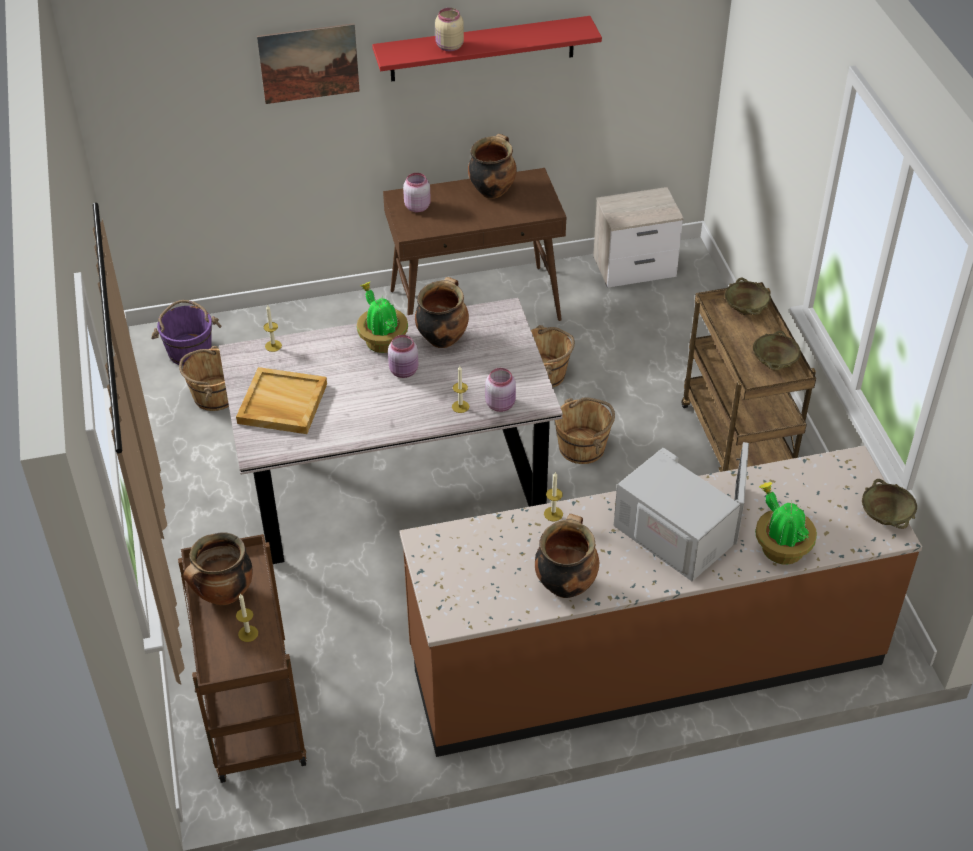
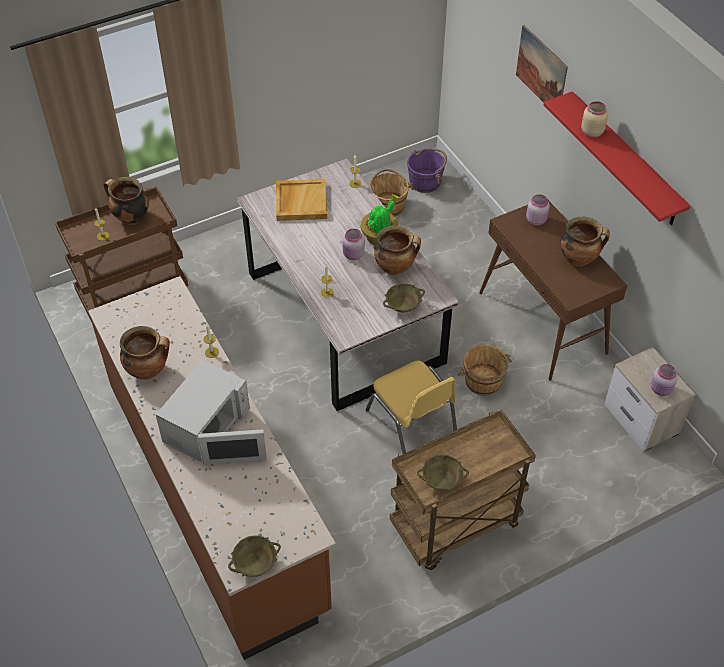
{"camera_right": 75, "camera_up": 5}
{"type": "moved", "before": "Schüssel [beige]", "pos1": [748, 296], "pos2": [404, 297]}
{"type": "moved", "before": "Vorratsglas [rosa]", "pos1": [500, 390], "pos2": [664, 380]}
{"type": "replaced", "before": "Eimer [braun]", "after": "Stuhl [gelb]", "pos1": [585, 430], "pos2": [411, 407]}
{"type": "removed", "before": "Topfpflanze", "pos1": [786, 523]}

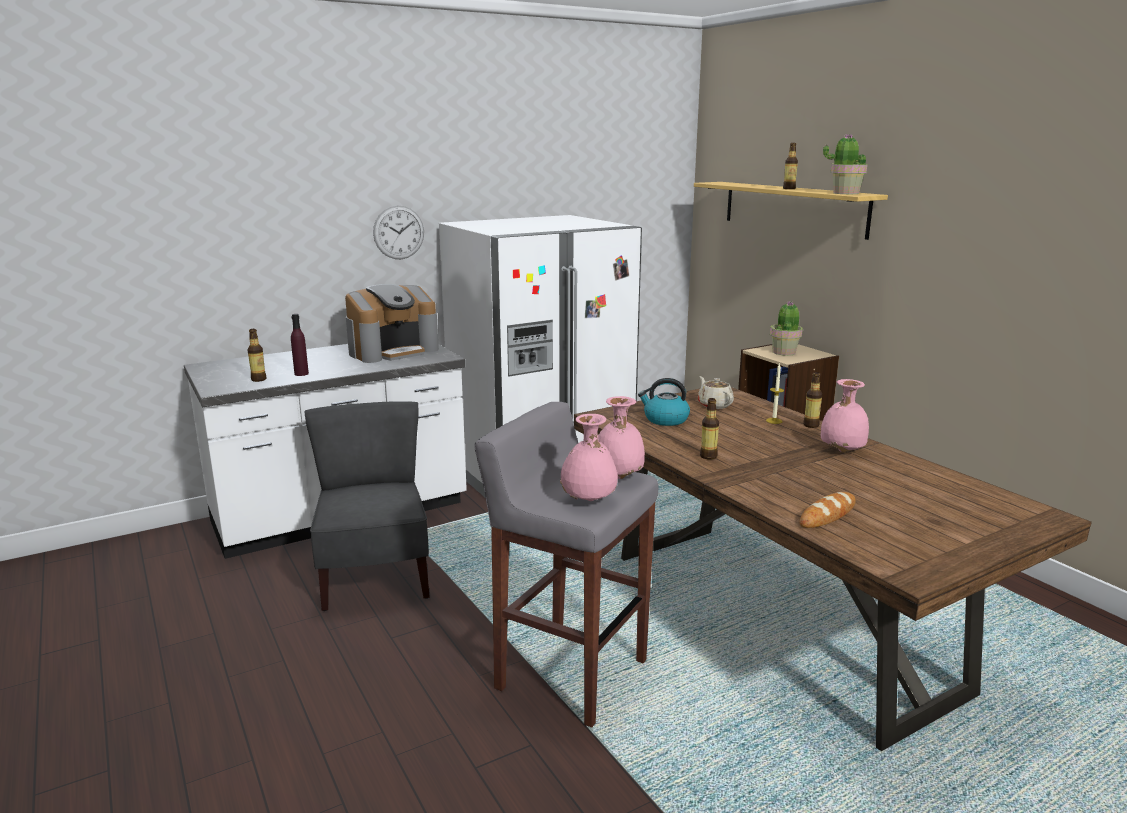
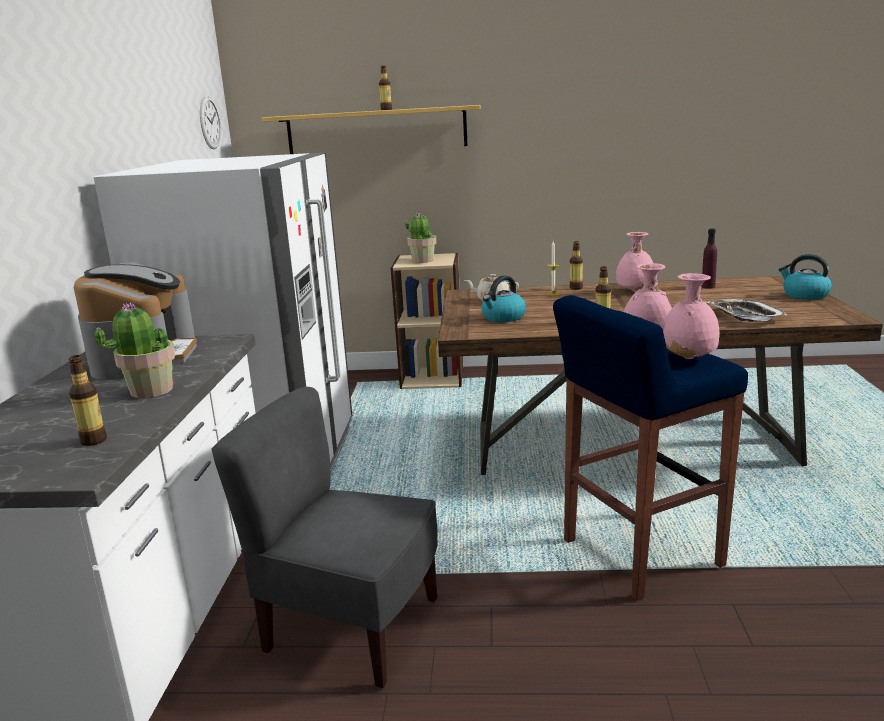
{"camera_right": -55, "camera_up": 0}
{"type": "moved", "before": "Topfpflanze", "pos1": [845, 164], "pos2": [134, 350]}
{"type": "moved", "before": "Wanduhr", "pos1": [398, 232], "pos2": [210, 122]}
{"type": "moved", "before": "Flasche [lila]", "pos1": [300, 345], "pos2": [709, 258]}
{"type": "recoloured", "before": "Hocker [grau]", "after": "Hocker [blau]", "pos1": [566, 565], "pos2": [650, 447]}
{"type": "replaced", "before": "Brot", "after": "Tablett", "pos1": [828, 510], "pos2": [747, 310]}
{"type": "added", "after": "Wasserkessel", "pos2": [805, 277]}

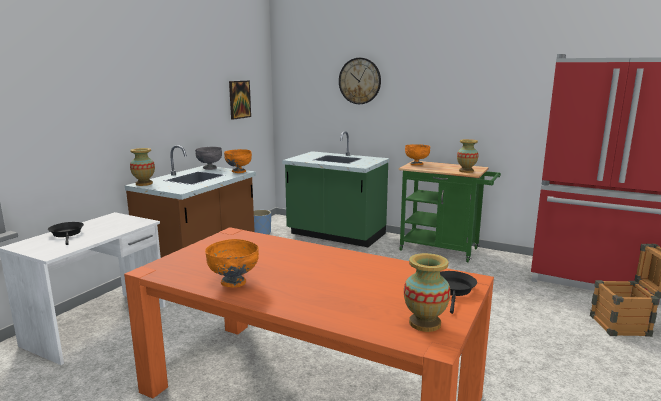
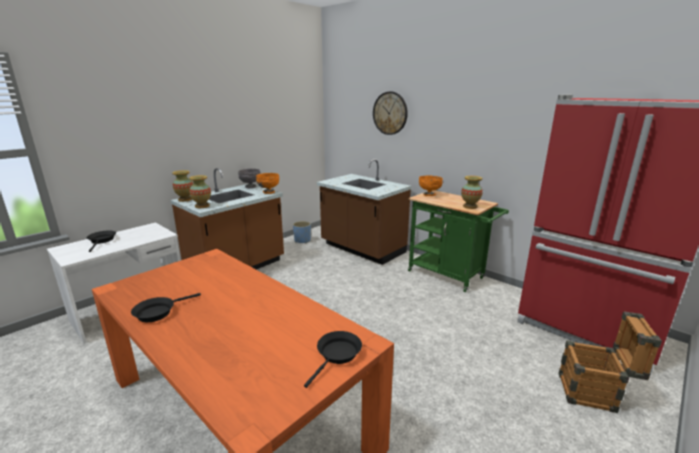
{"camera_right": 15, "camera_up": 5}
{"type": "removed", "before": "Bild", "pos1": [240, 100]}
{"type": "recoloured", "before": "Küchenzeile [grün]", "after": "Küchenzeile [braun]", "pos1": [335, 189], "pos2": [364, 212]}
{"type": "replaced", "before": "Schüssel [orange]", "after": "Pfanne [schwarz]", "pos1": [232, 263], "pos2": [166, 307]}
{"type": "moved", "before": "Vase", "pos1": [427, 292], "pos2": [200, 191]}

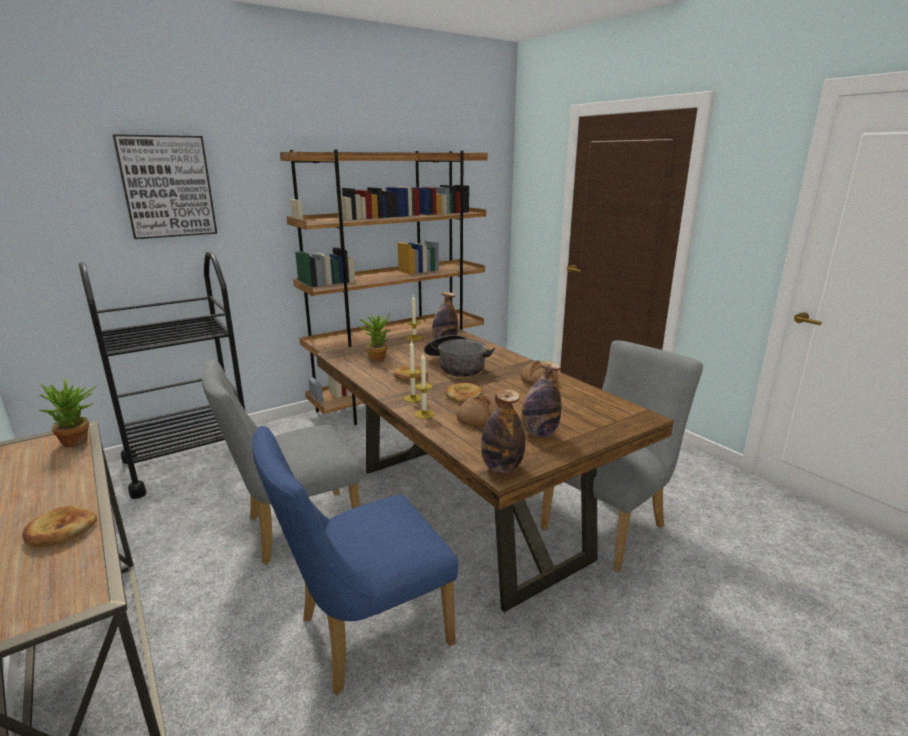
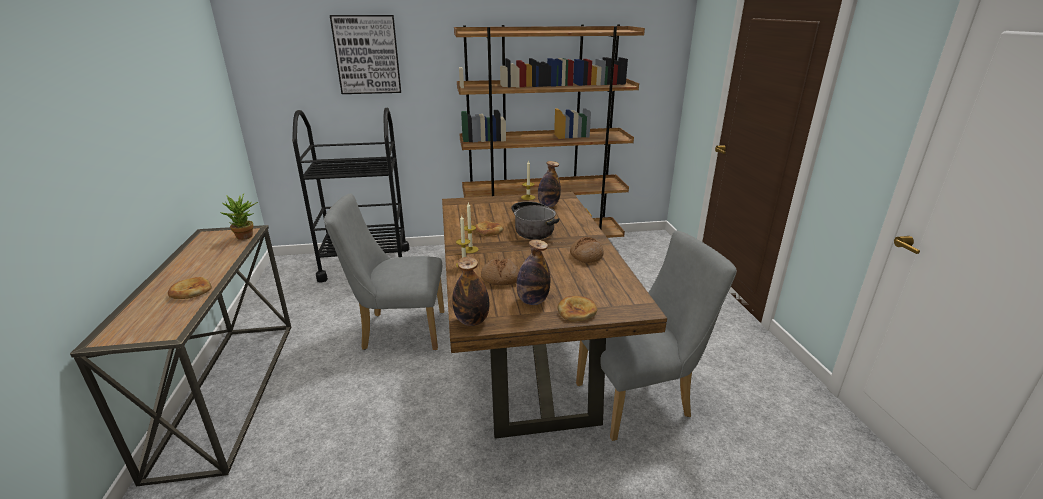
{"camera_right": 25, "camera_up": 5}
{"type": "removed", "before": "Topfpflanze", "pos1": [374, 338]}
{"type": "moved", "before": "Brot", "pos1": [464, 393], "pos2": [577, 309]}
{"type": "removed", "before": "Stuhl [blau]", "pos1": [355, 561]}

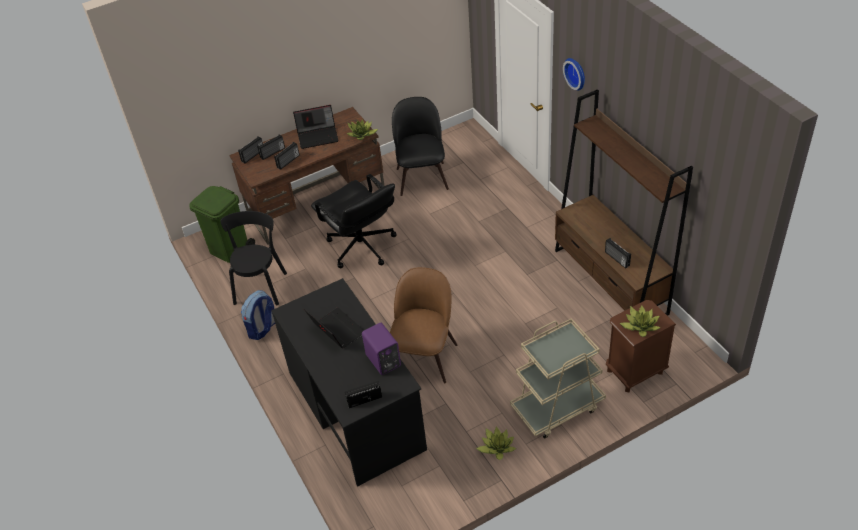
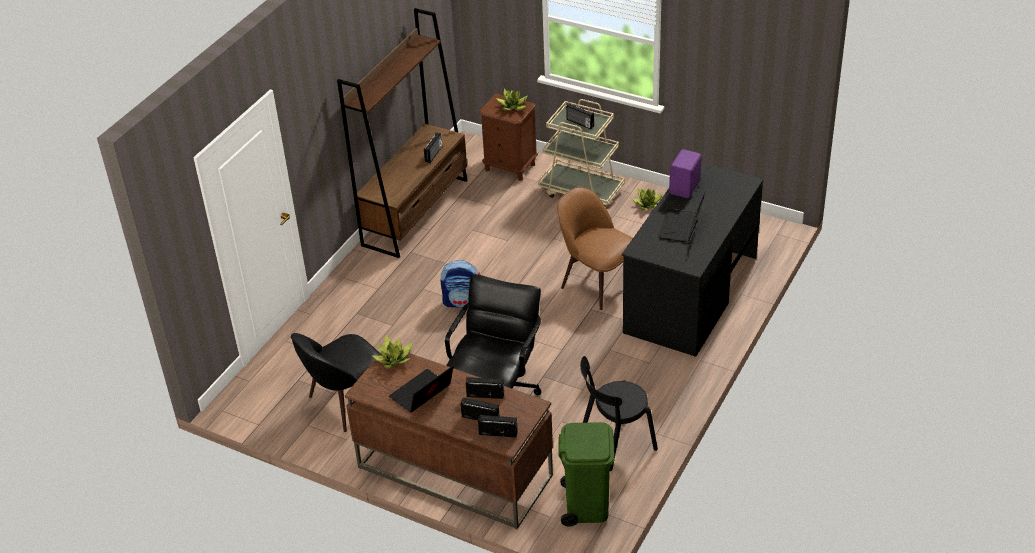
{"camera_right": -125, "camera_up": -5}
{"type": "removed", "before": "Wanduhr", "pos1": [574, 74]}
{"type": "turned", "before": "Laptop", "pos1": [316, 127], "pos2": [421, 389], "turn": -90}
{"type": "turned", "before": "Stuhl [braun]", "pos1": [423, 325], "pos2": [595, 248], "turn": 60}
{"type": "moved", "before": "Rucksack", "pos1": [258, 315], "pos2": [460, 284]}
{"type": "moved", "before": "Radio", "pos1": [363, 394], "pos2": [580, 116]}

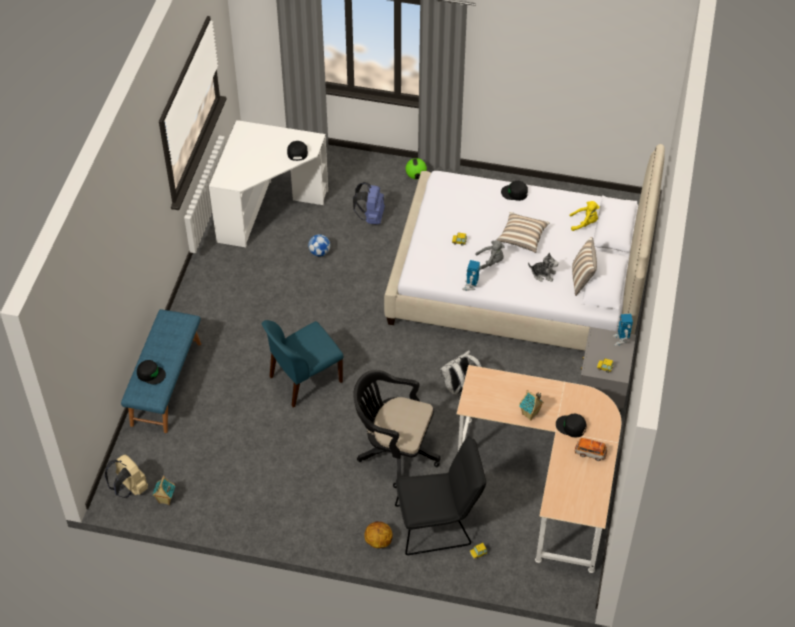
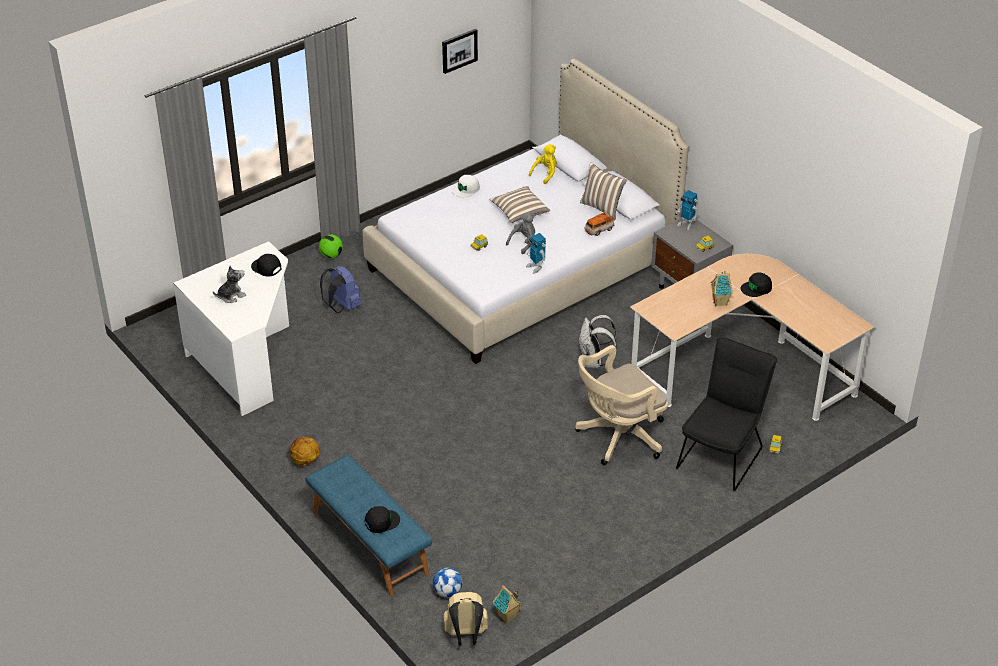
{"camera_right": -50, "camera_up": -10}
{"type": "recoloured", "before": "Kappe [schwarz]", "after": "Kappe [weiß]", "pos1": [514, 191], "pos2": [466, 186]}
{"type": "moved", "before": "Fußball", "pos1": [319, 245], "pos2": [447, 582]}
{"type": "moved", "before": "Plüschtier", "pos1": [543, 267], "pos2": [229, 284]}
{"type": "removed", "before": "Stuhl [blau]", "pos1": [303, 364]}
{"type": "recoloured", "before": "Bürostuhl [schwarz]", "after": "Bürostuhl [beige]", "pos1": [397, 429], "pos2": [621, 405]}
{"type": "moved", "before": "Spielzeugauto", "pos1": [591, 449], "pos2": [599, 224]}
{"type": "moved", "before": "Basketball", "pos1": [378, 534], "pos2": [305, 451]}
{"type": "added", "after": "Bild", "pos2": [460, 51]}

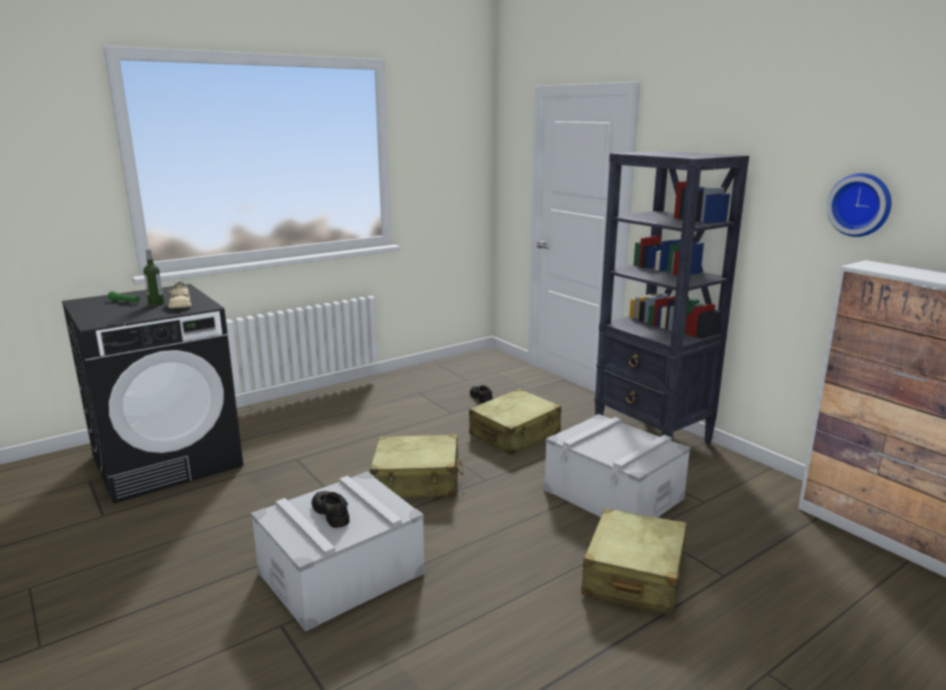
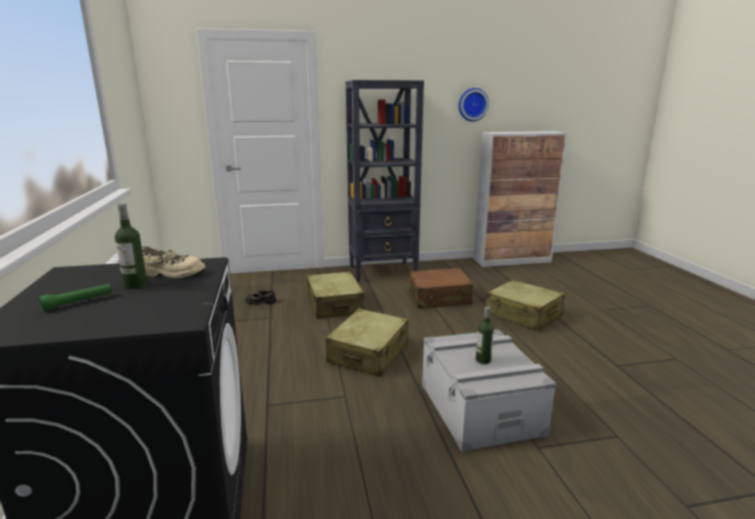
{"camera_right": -65, "camera_up": 0}
{"type": "replaced", "before": "Aufbewahrungsbox [grau]", "after": "Koffer [braun]", "pos1": [617, 465], "pos2": [441, 288]}
{"type": "replaced", "before": "Schuh [schwarz]", "after": "Flasche", "pos1": [330, 509], "pos2": [485, 335]}

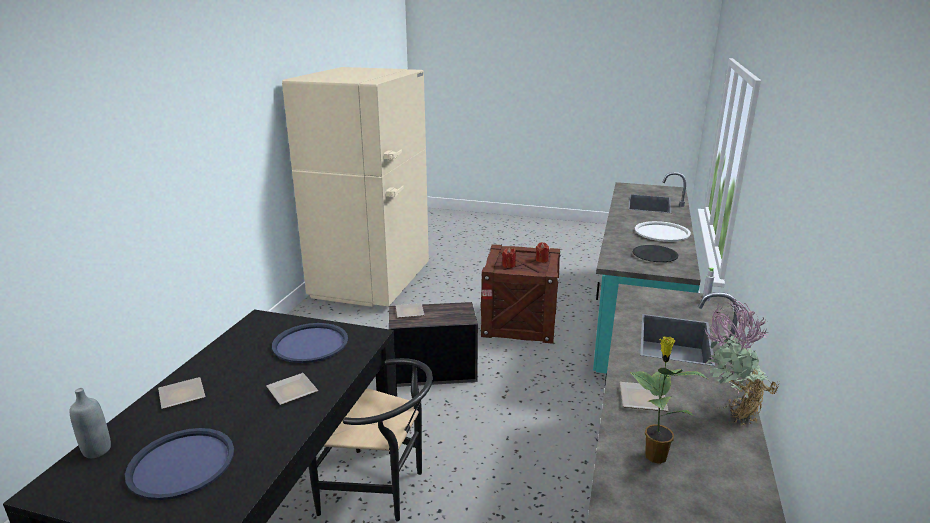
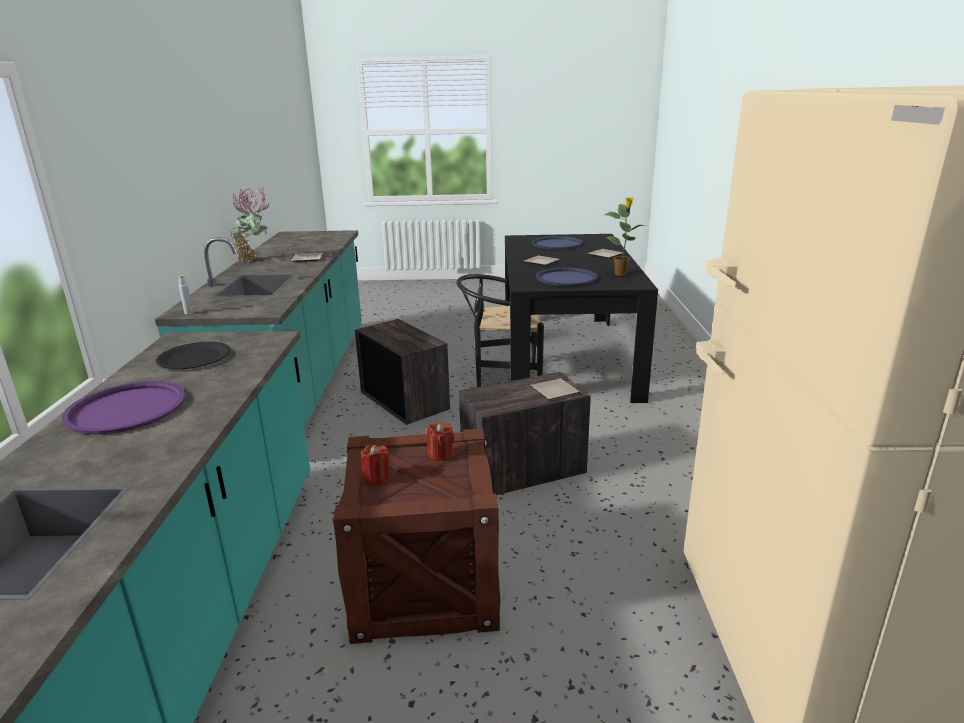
{"camera_right": 165, "camera_up": 0}
{"type": "recoloured", "before": "Tablett [weiß]", "after": "Tablett [lila]", "pos1": [663, 231], "pos2": [123, 408]}
{"type": "moved", "before": "Topfpflanze", "pos1": [669, 400], "pos2": [625, 236]}
{"type": "removed", "before": "Flasche [grau]", "pos1": [90, 423]}
{"type": "added", "after": "Kiste", "pos2": [402, 372]}

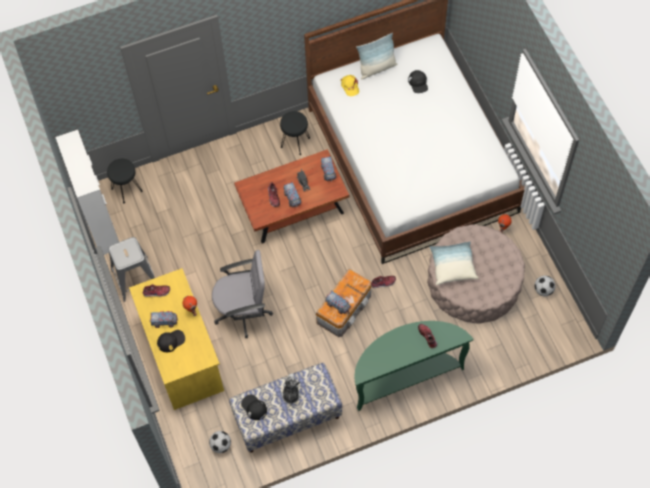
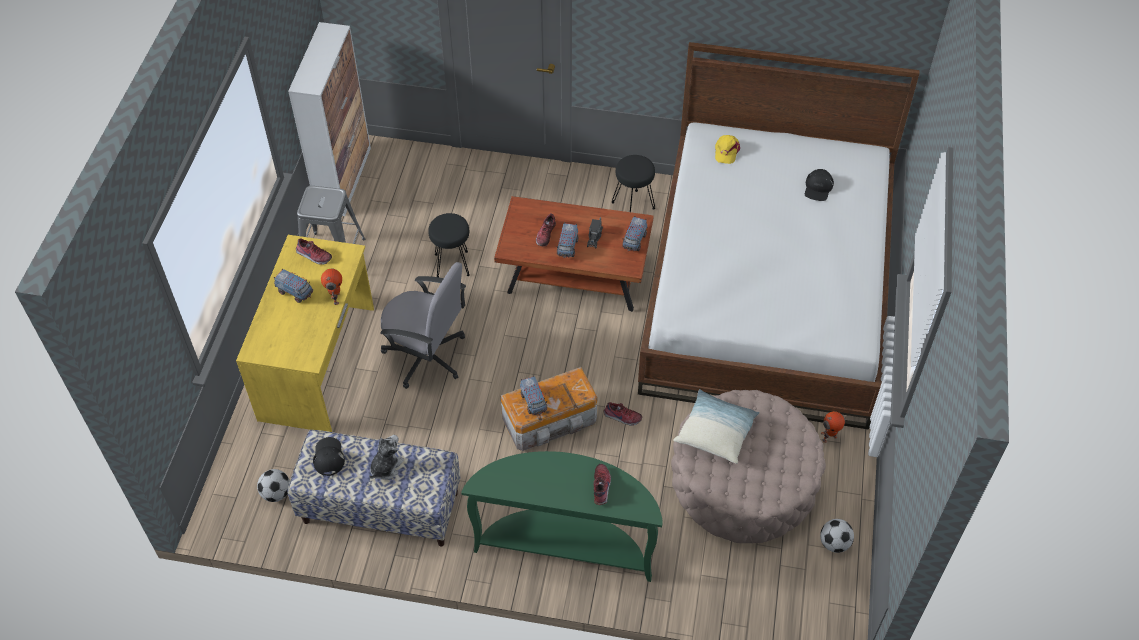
{"camera_right": 30, "camera_up": -10}
{"type": "removed", "before": "Kissen", "pos1": [377, 56]}
{"type": "moved", "before": "Hocker [schwarz]", "pos1": [124, 181], "pos2": [449, 245]}
{"type": "removed", "before": "Kappe [schwarz]", "pos1": [171, 341]}

